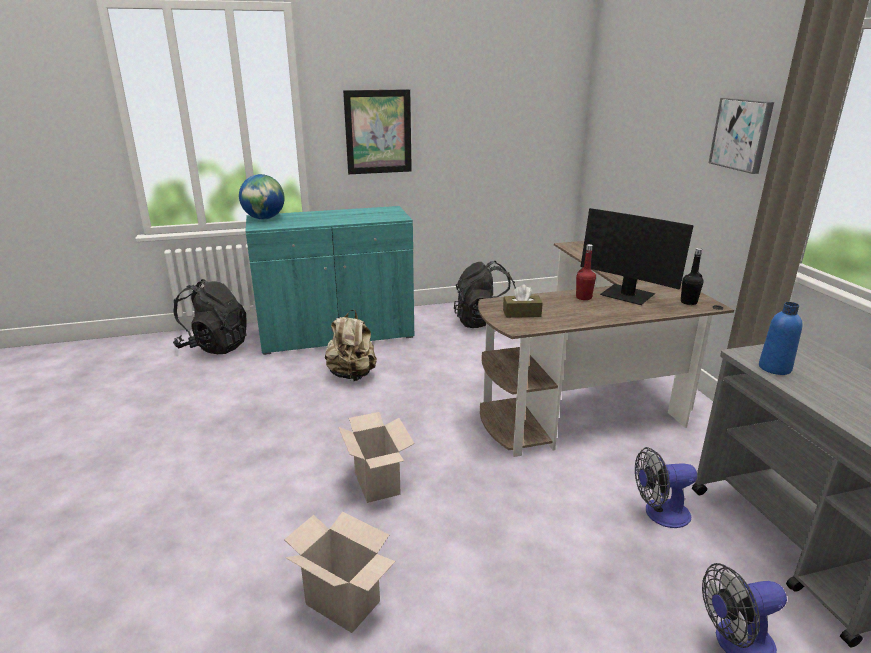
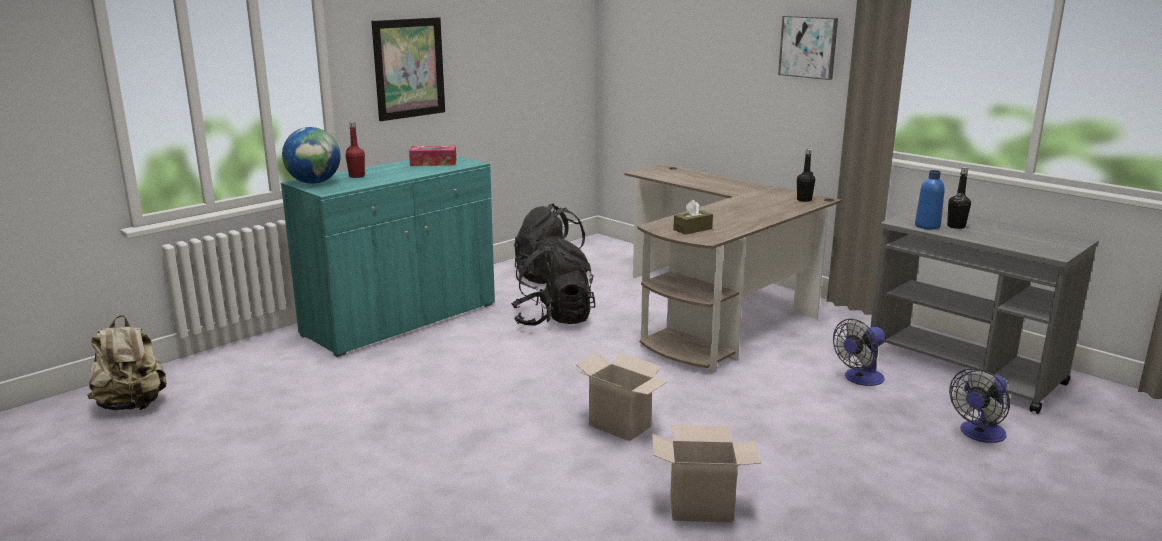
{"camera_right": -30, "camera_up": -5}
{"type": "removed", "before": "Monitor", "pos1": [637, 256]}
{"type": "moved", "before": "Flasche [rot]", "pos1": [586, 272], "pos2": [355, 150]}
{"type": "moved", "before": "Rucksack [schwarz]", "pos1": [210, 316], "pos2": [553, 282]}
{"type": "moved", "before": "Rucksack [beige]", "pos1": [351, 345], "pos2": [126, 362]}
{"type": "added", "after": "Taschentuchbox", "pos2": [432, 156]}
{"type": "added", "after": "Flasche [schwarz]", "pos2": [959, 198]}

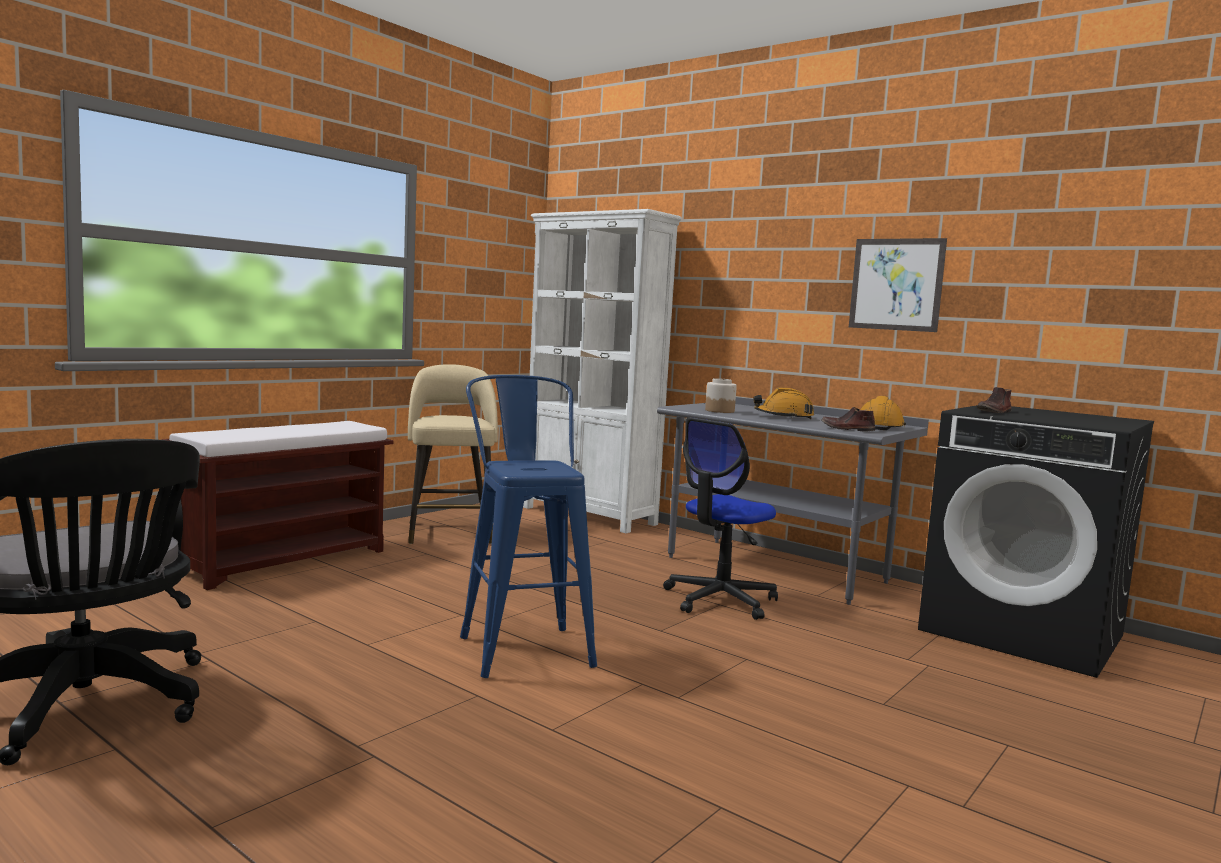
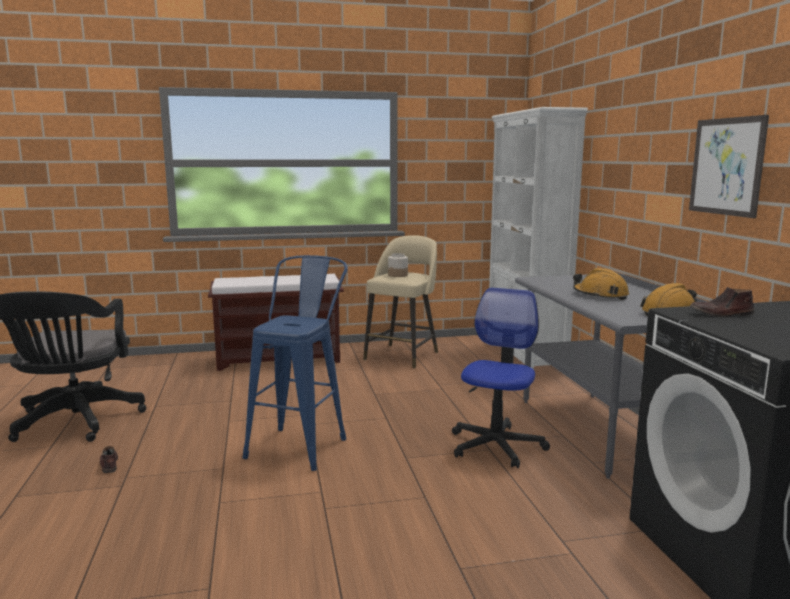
{"camera_right": 40, "camera_up": 5}
{"type": "moved", "before": "Vorratsglas", "pos1": [721, 395], "pos2": [398, 265]}
{"type": "moved", "before": "Schuh [braun]", "pos1": [848, 419], "pos2": [109, 459]}
{"type": "turned", "before": "Bürostuhl", "pos1": [720, 518], "pos2": [501, 378], "turn": 120}

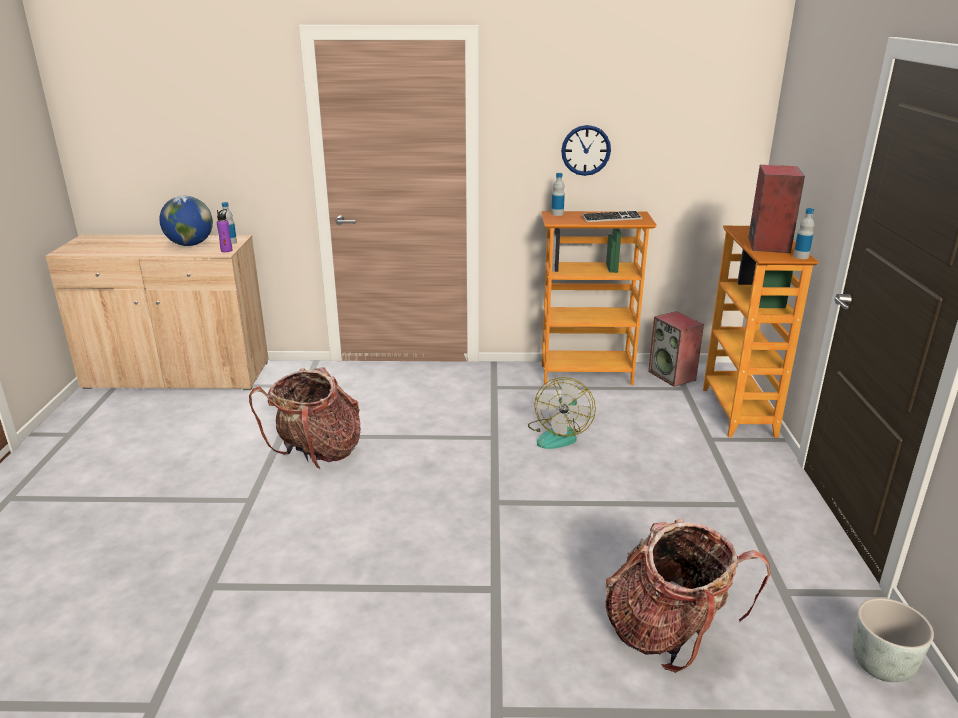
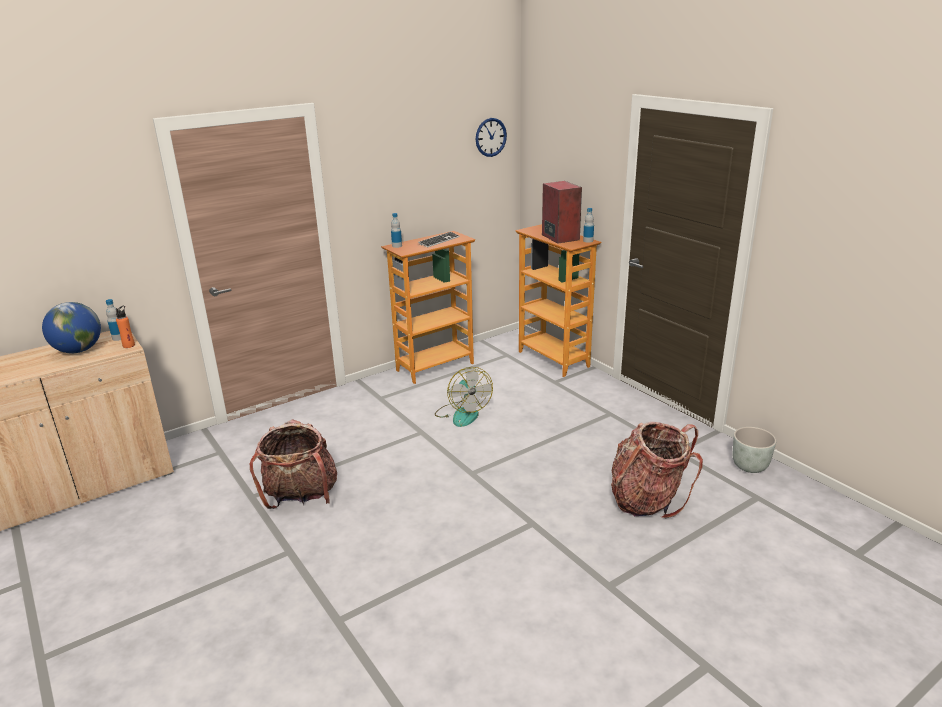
{"camera_right": -35, "camera_up": 0}
{"type": "moved", "before": "Wanduhr", "pos1": [586, 150], "pos2": [491, 137]}
{"type": "recoloured", "before": "Flasche [lila]", "after": "Flasche [orange]", "pos1": [224, 230], "pos2": [125, 327]}
{"type": "removed", "before": "Lautsprecher", "pos1": [676, 349]}

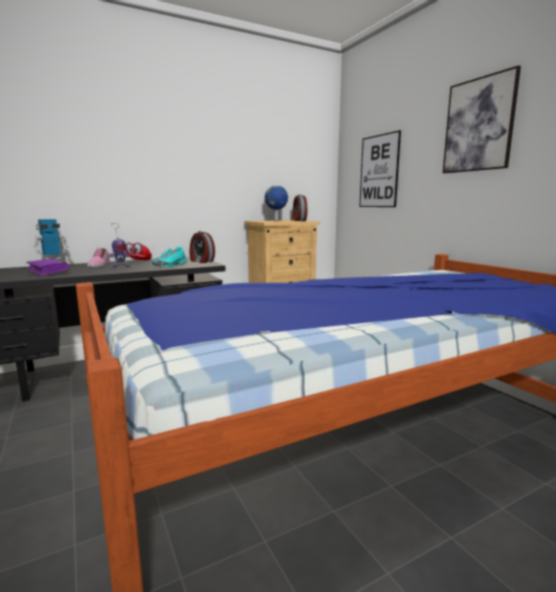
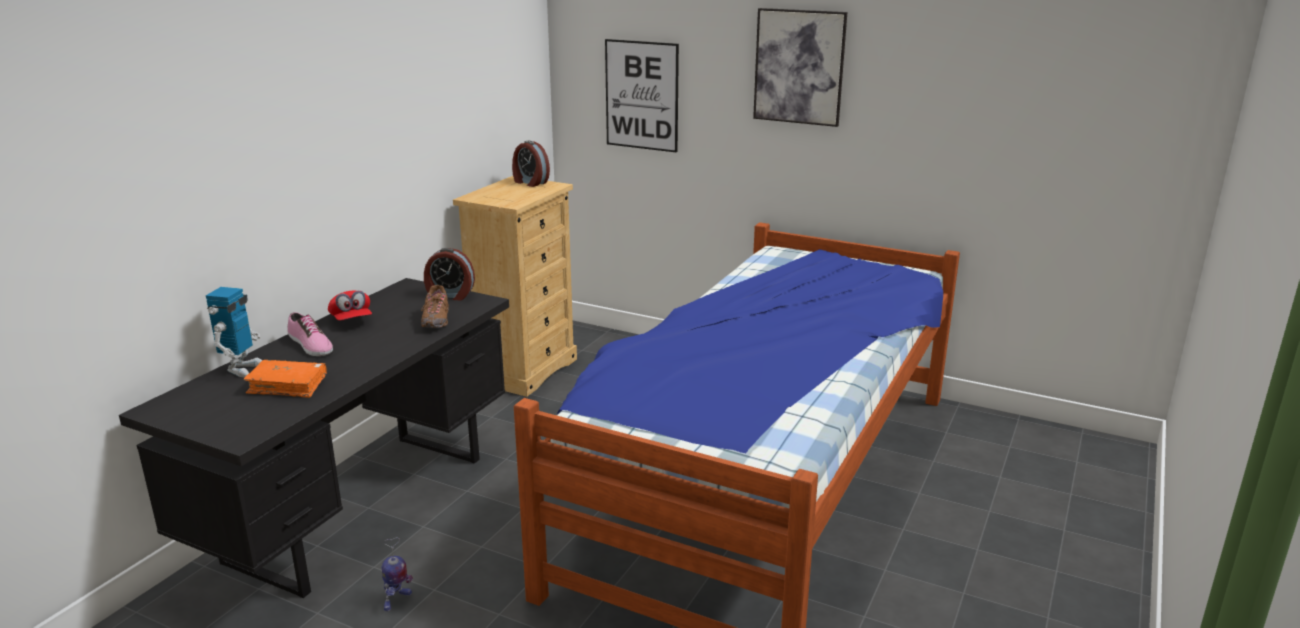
{"camera_right": -35, "camera_up": 10}
{"type": "removed", "before": "Globus", "pos1": [276, 203]}
{"type": "moved", "before": "Spielzeugroboter", "pos1": [120, 245], "pos2": [397, 574]}
{"type": "recoloured", "before": "Schuh [türkis]", "after": "Schuh [braun]", "pos1": [169, 257], "pos2": [435, 306]}
{"type": "recoloured", "before": "Buch [lila]", "after": "Buch [orange]", "pos1": [47, 267], "pos2": [285, 379]}

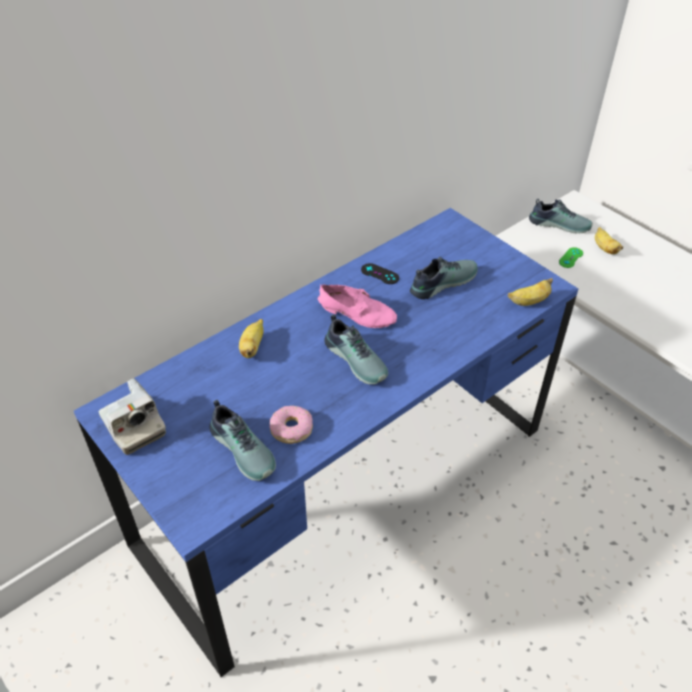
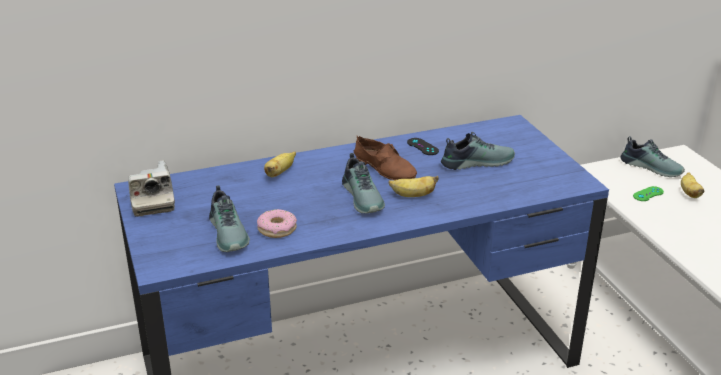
{"camera_right": 20, "camera_up": -15}
{"type": "moved", "before": "Banane", "pos1": [530, 292], "pos2": [414, 186]}
{"type": "recoloured", "before": "Schuh [rosa]", "after": "Schuh [braun]", "pos1": [357, 306], "pos2": [385, 158]}

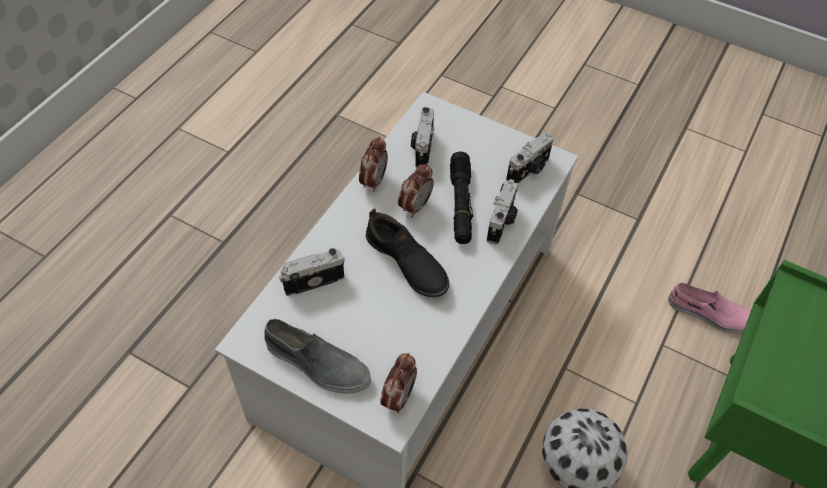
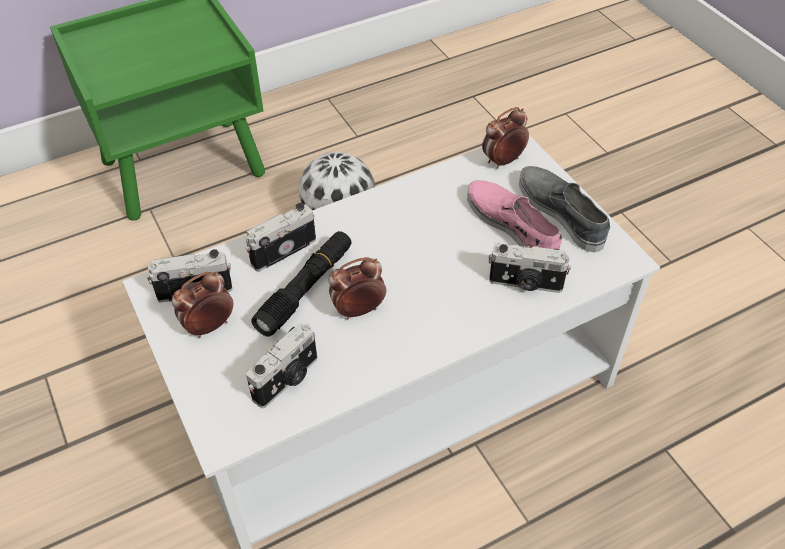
{"camera_right": -145, "camera_up": -5}
{"type": "moved", "before": "Wecker", "pos1": [373, 164], "pos2": [202, 304]}
{"type": "removed", "before": "Schuh [schwarz]", "pos1": [408, 252]}
{"type": "moved", "before": "Schuh [rosa]", "pos1": [709, 308], "pos2": [514, 214]}

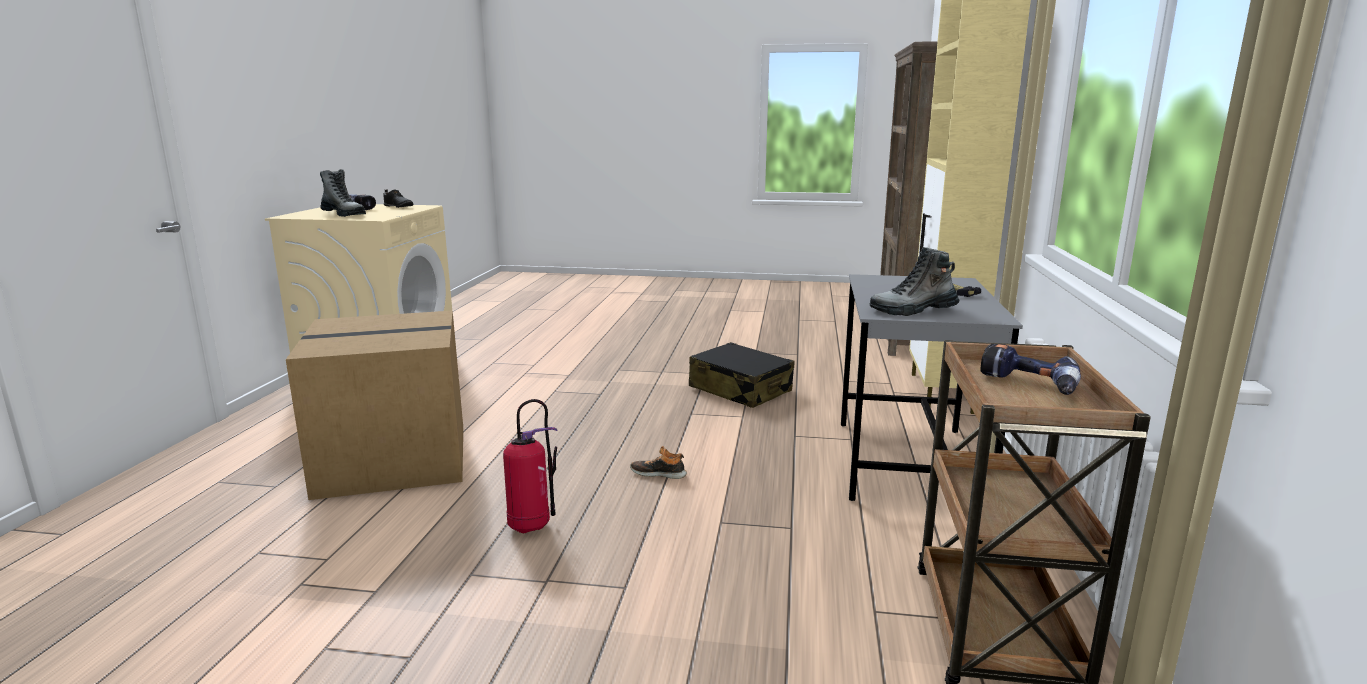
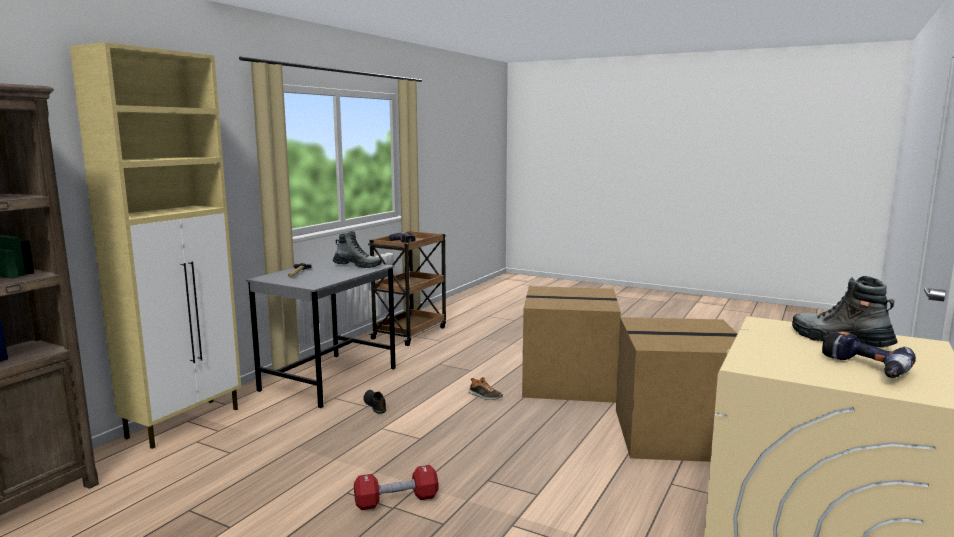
{"camera_right": -160, "camera_up": -5}
{"type": "moved", "before": "Schuh [schwarz]", "pos1": [398, 199], "pos2": [374, 402]}
{"type": "removed", "before": "Koffer [schwarz]", "pos1": [741, 375]}
{"type": "replaced", "before": "Feuerlöscher", "after": "Karton", "pos1": [530, 466], "pos2": [571, 344]}
{"type": "added", "after": "Hantel [rot]", "pos2": [396, 487]}

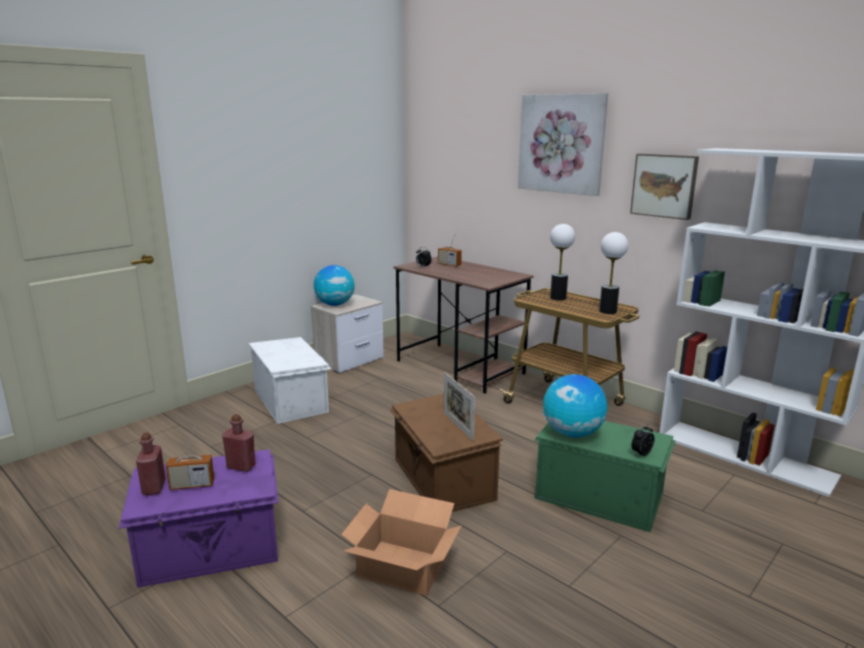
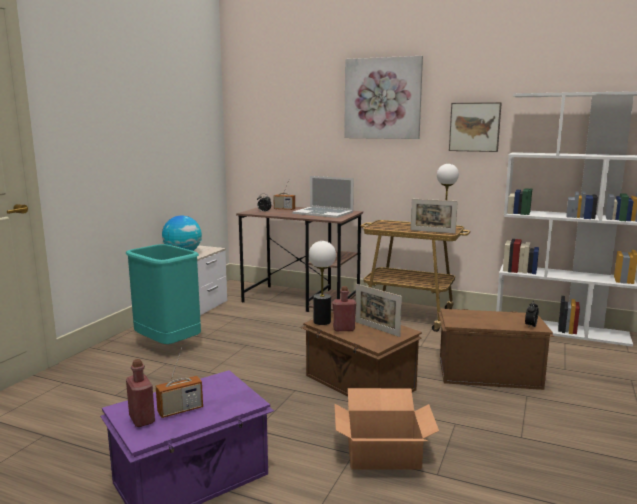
{"camera_right": -20, "camera_up": -5}
{"type": "moved", "before": "Tischlampe", "pos1": [562, 262], "pos2": [322, 283]}
{"type": "replaced", "before": "Aufbewahrungsbox [weiß]", "after": "Mülleimer [türkis]", "pos1": [290, 380], "pos2": [163, 294]}
{"type": "removed", "before": "Globus", "pos1": [575, 406]}
{"type": "moved", "before": "Flasche [rot]", "pos1": [239, 443], "pos2": [344, 308]}
{"type": "recoloured", "before": "Aufbewahrungsbox [grün]", "after": "Aufbewahrungsbox [braun]", "pos1": [605, 476], "pos2": [496, 349]}
{"type": "added", "after": "Laptop", "pos2": [323, 197]}
{"type": "added", "after": "Bilderrahmen", "pos2": [434, 216]}

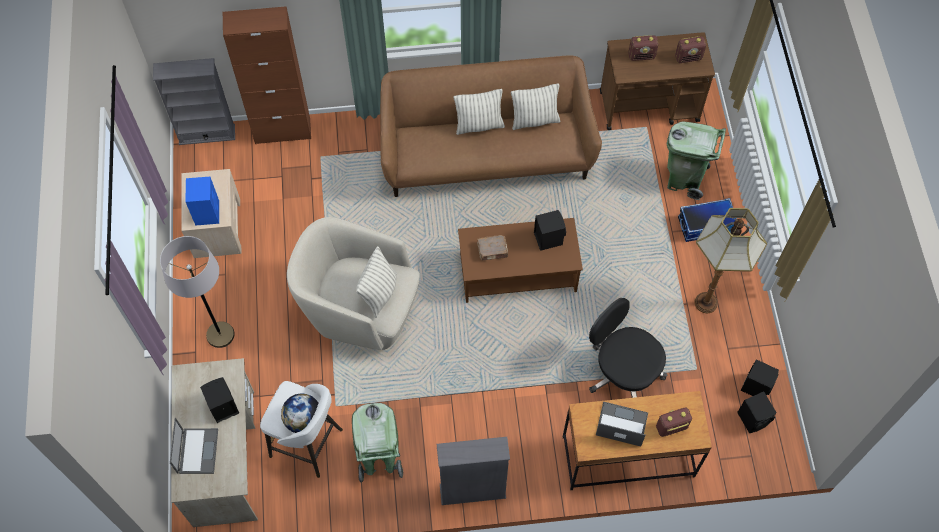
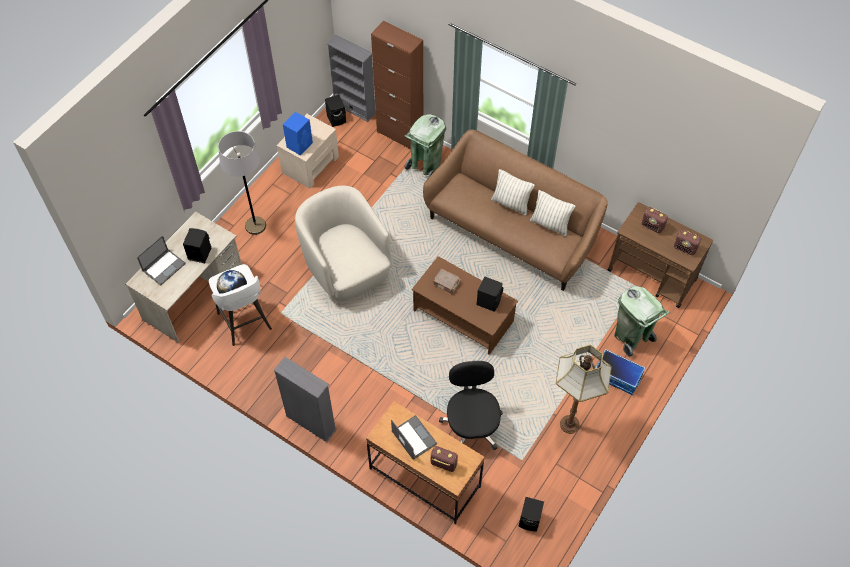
{"camera_right": 40, "camera_up": -5}
{"type": "removed", "before": "Kissen", "pos1": [376, 282]}
{"type": "moved", "before": "Lautsprecher [schwarz]", "pos1": [760, 377], "pos2": [335, 111]}
{"type": "moved", "before": "Mülleimer [grün]", "pos1": [377, 442], "pos2": [425, 146]}

